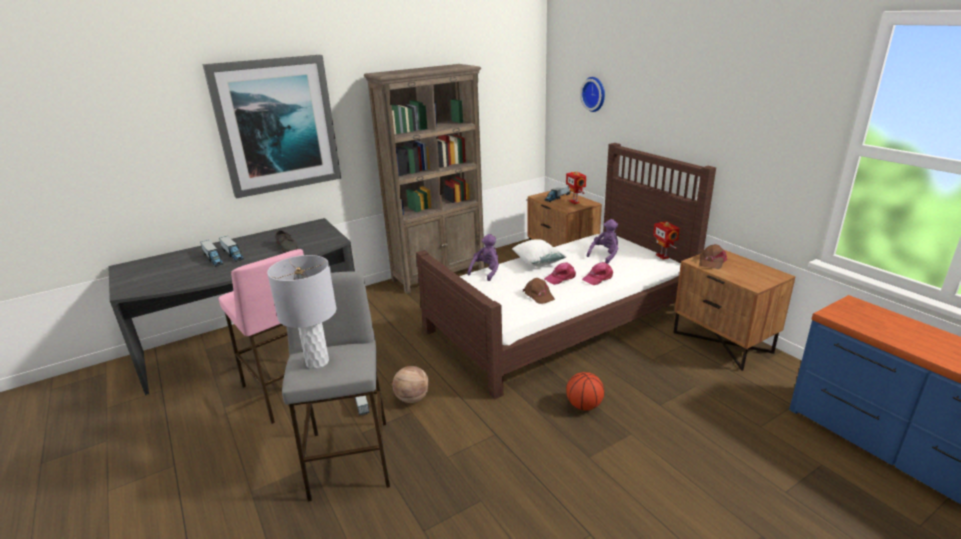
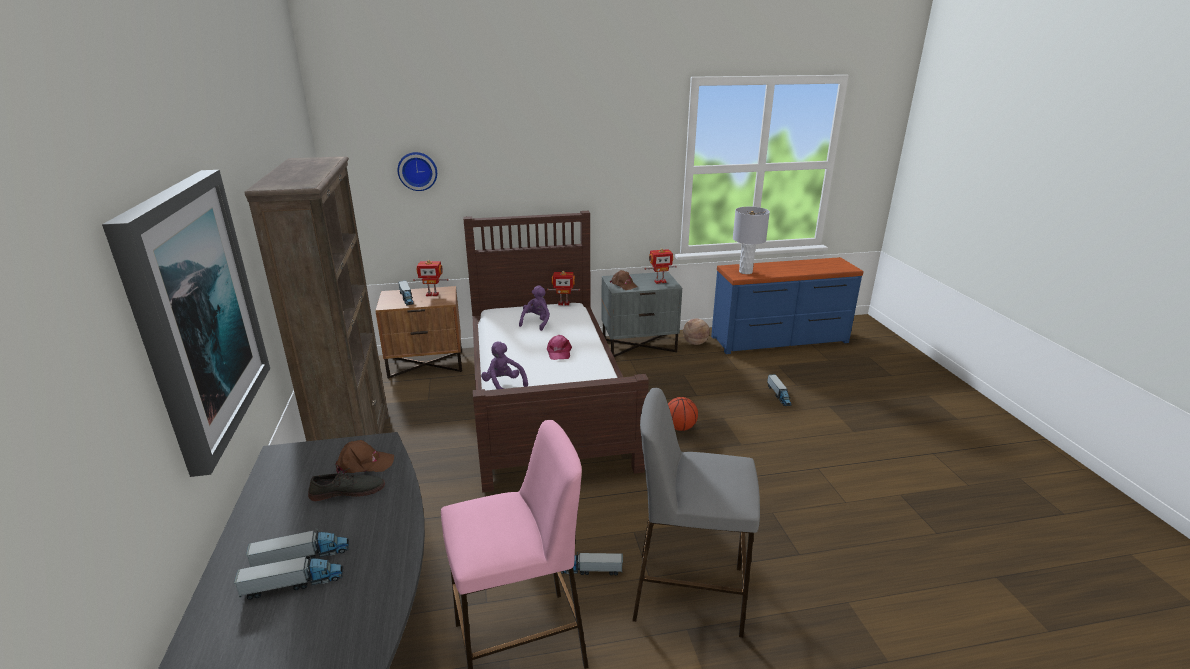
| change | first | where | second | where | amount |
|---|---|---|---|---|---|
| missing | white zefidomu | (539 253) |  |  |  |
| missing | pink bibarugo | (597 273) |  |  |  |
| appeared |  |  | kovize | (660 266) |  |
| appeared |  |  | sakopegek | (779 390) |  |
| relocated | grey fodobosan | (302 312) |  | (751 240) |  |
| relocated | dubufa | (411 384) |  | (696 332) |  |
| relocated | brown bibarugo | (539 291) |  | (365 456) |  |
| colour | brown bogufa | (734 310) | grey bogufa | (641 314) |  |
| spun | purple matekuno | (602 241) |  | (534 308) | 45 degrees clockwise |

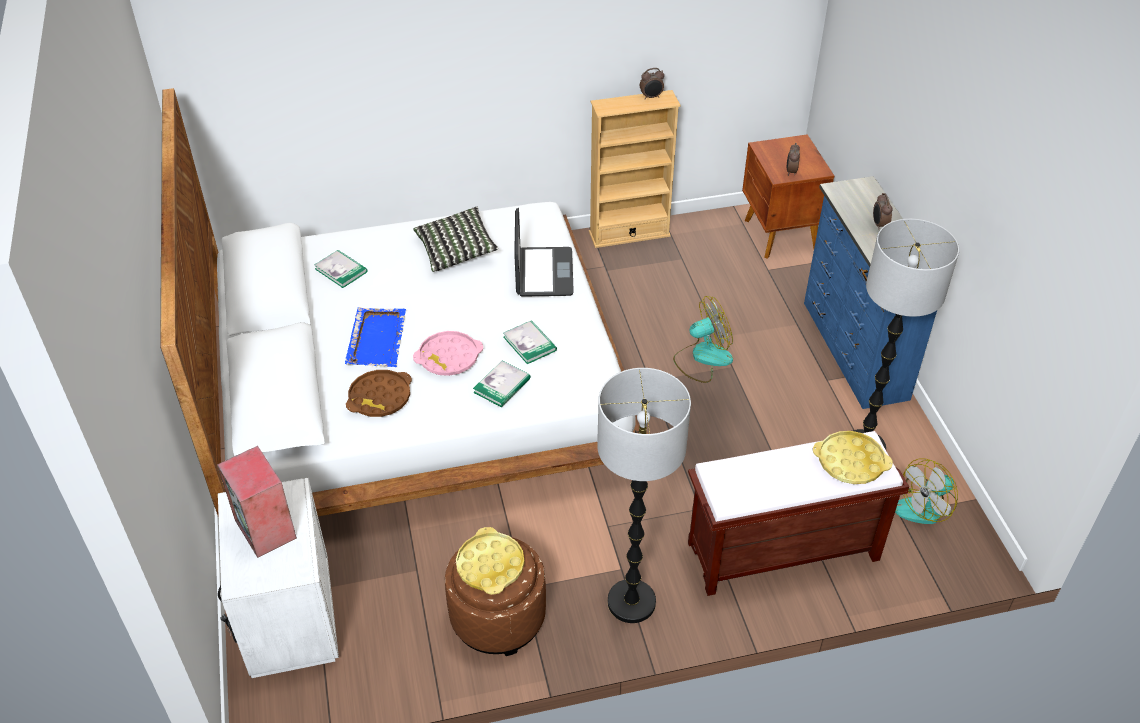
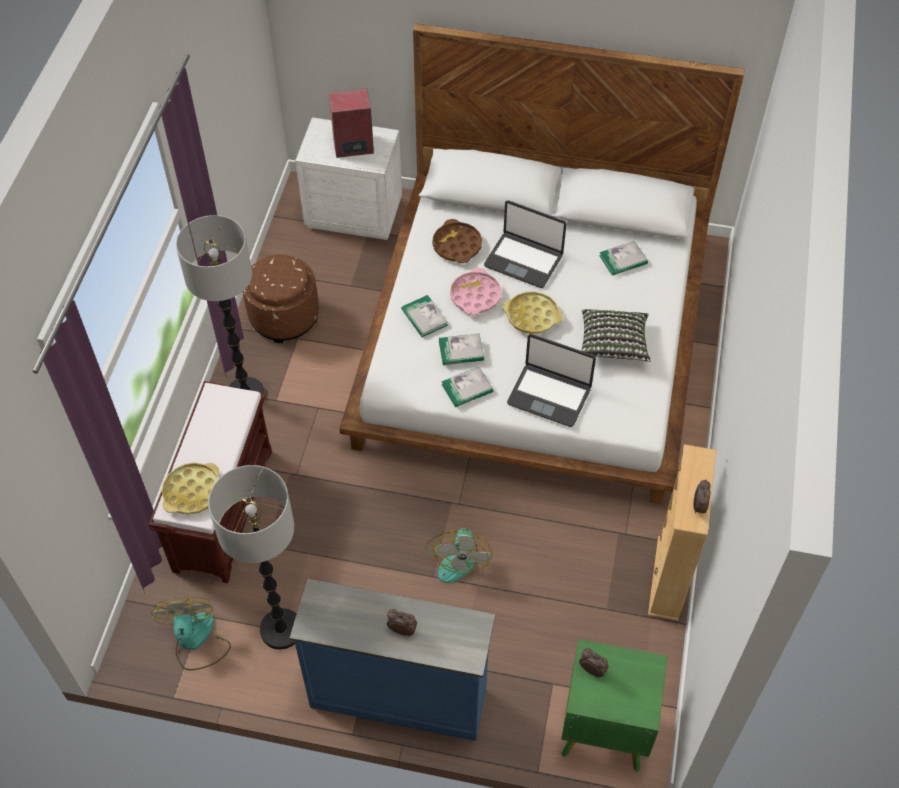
| change | first | where | second | where | amount |
|---|---|---|---|---|---|
| appeared |  |  | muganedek | (467 387) |  |
| relocated | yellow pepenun | (490 561) |  | (532 312) |  |
| exchanged | blue pepenun | (375 337) | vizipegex | (525 244) |  |
| colour | brown bogufa | (788 196) | green bogufa | (614 705) |  |

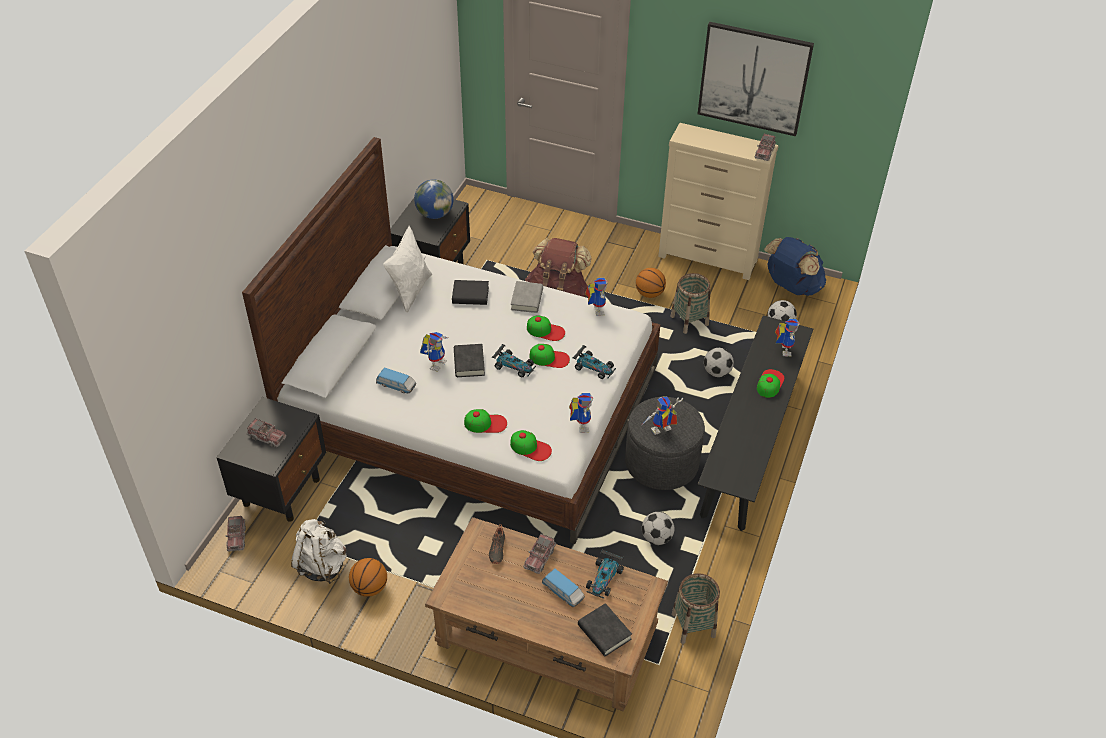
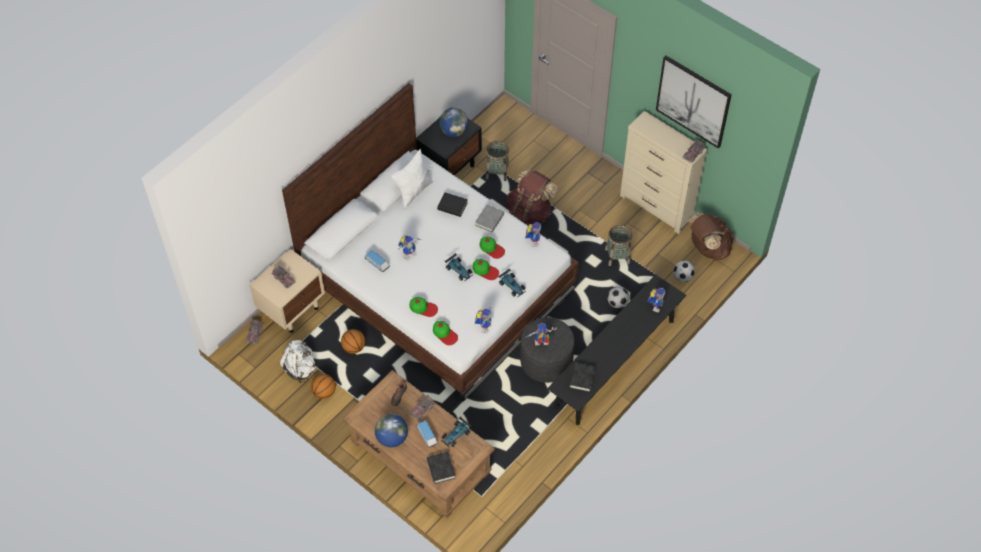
| change | first | where | second | where | amount |
|---|---|---|---|---|---|
| missing | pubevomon | (658 528) |  |  |  |
| missing | bibarugo | (770 383) |  |  |  |
| appeared |  |  | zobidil | (391 430) |  |
| relocated | black muganedek | (469 360) |  | (582 377) |  |
| relocated | dubufa | (651 283) |  | (353 341) |  |
| relocated | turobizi | (696 608) |  | (497 161) |  |
| colour | black bogufa | (271 459) | beige bogufa | (287 291) |  |
| colour | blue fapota | (795 266) | brown fapota | (711 236) |  |

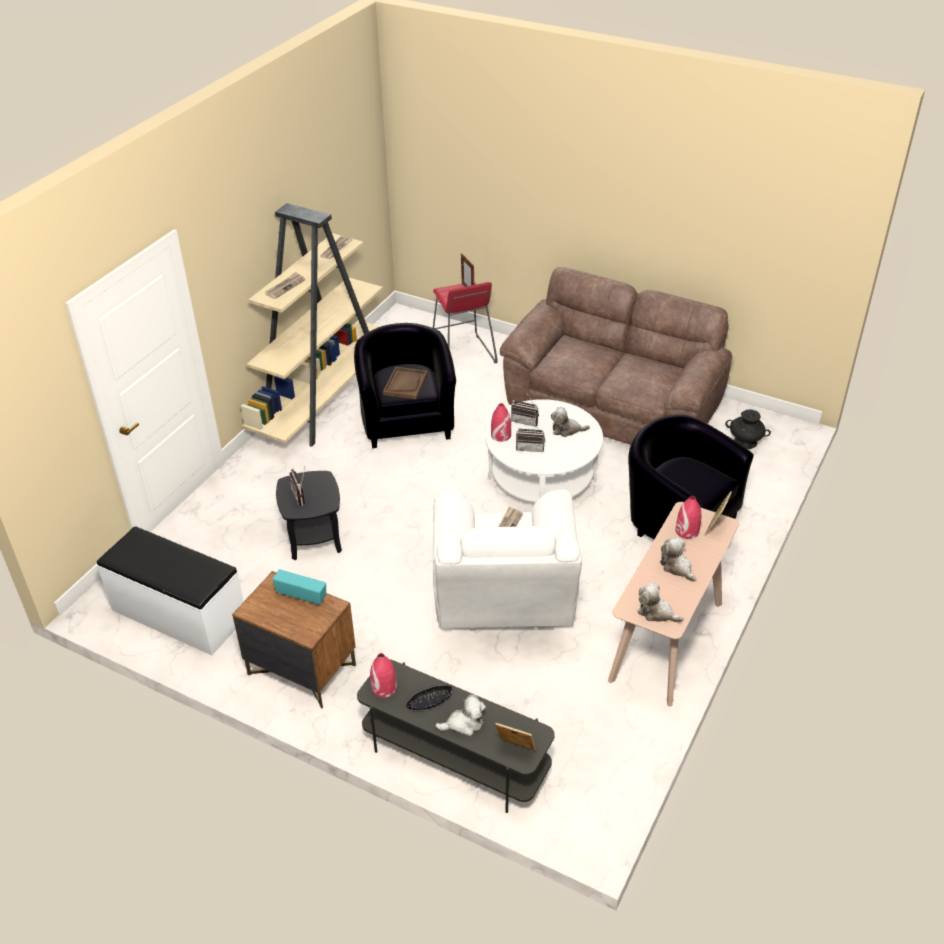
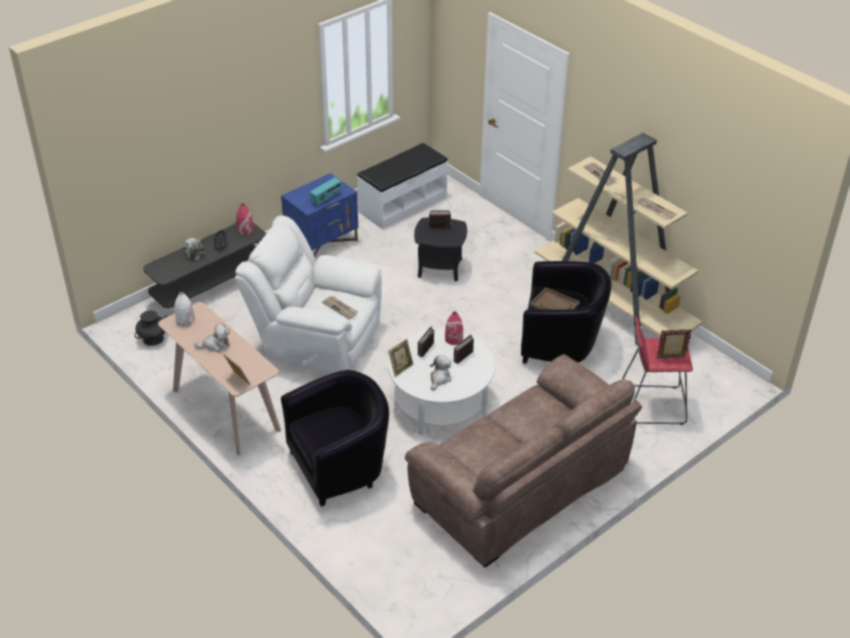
| change | first | where | second | where | amount |
|---|---|---|---|---|---|
| missing | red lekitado | (688 517) |  |  |  |
| relocated | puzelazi | (515 737) |  | (401 357) |  |
| relocated | black lekitado | (748 429) |  | (151 328) |  |
| exchanged | matekuno | (660 602) | white lekitado | (184 309) |  |
| colour | brown bogufa | (294 640) | blue bogufa | (319 215) |  |

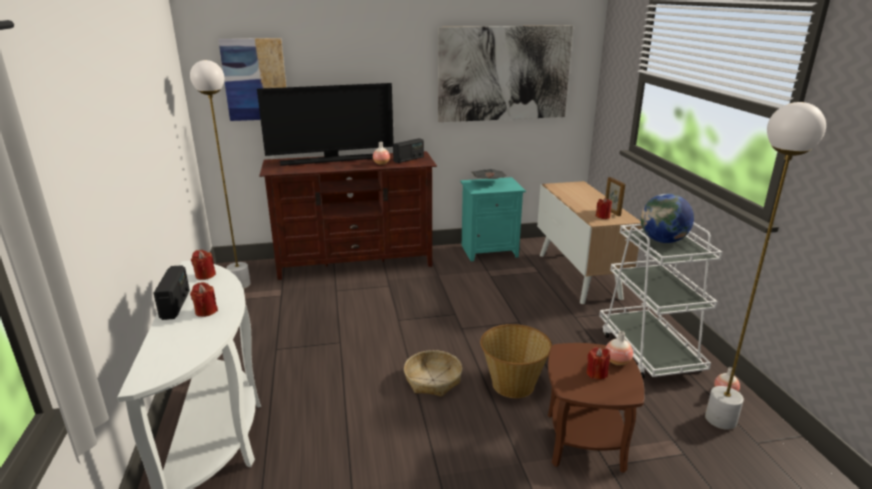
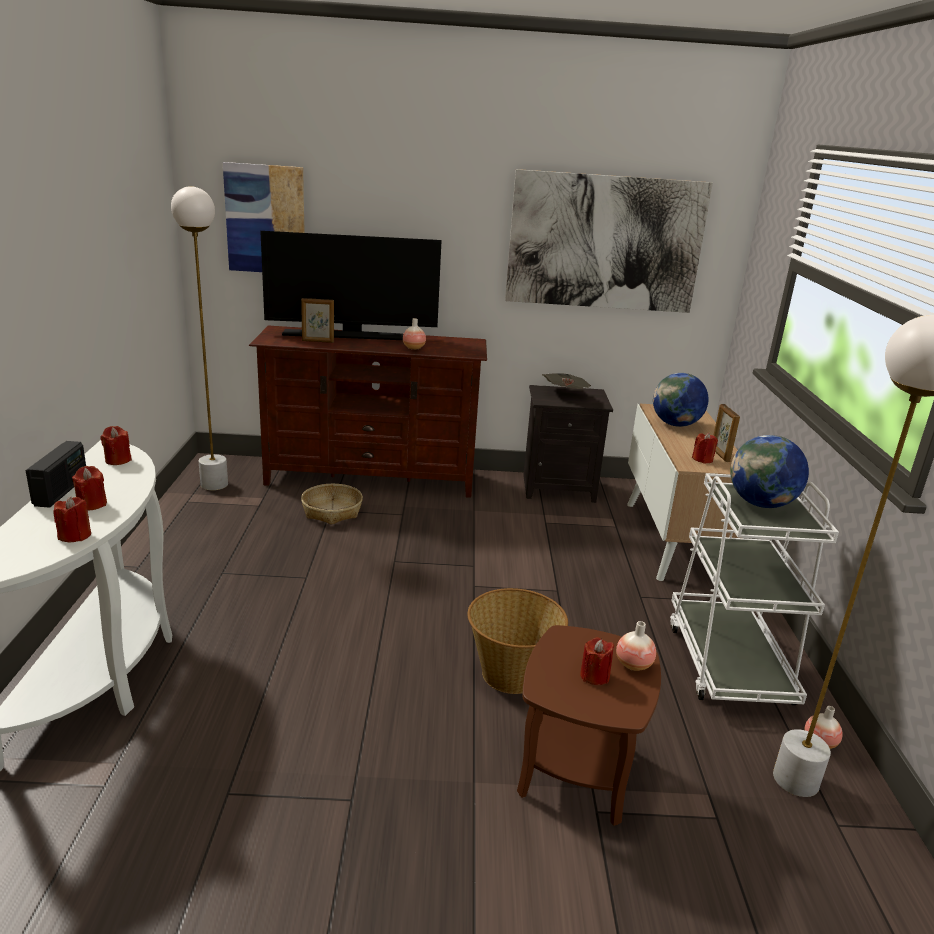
| change | first | where | second | where | amount |
|---|---|---|---|---|---|
| missing | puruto | (408 150) |  |  |  |
| appeared |  |  | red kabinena | (72 519) |  |
| appeared |  |  | puzelazi | (317 320) |  |
| appeared |  |  | zobidil | (681 400) |  |
| relocated | turobizi | (433 373) |  | (332 504) |  |
| colour | turquoise bogufa | (493 219) | black bogufa | (568 444) |  |

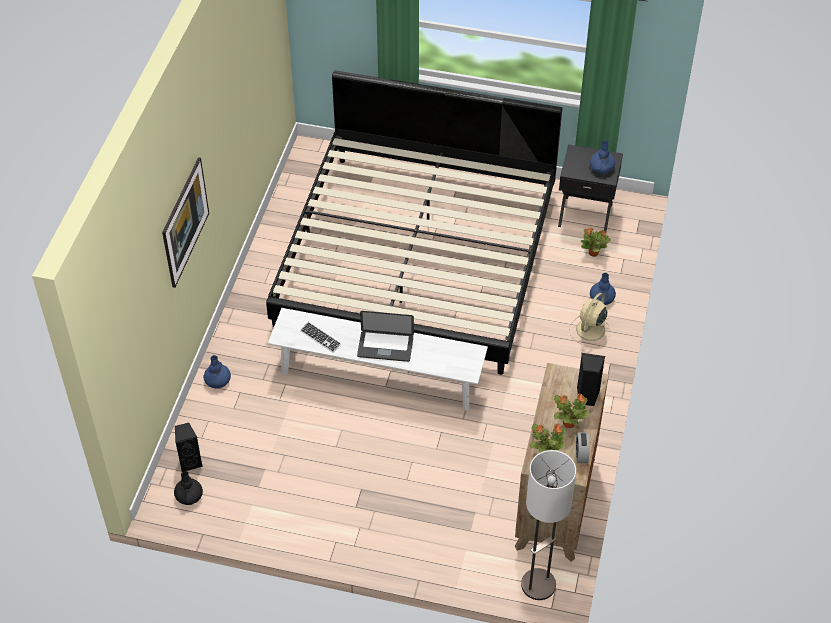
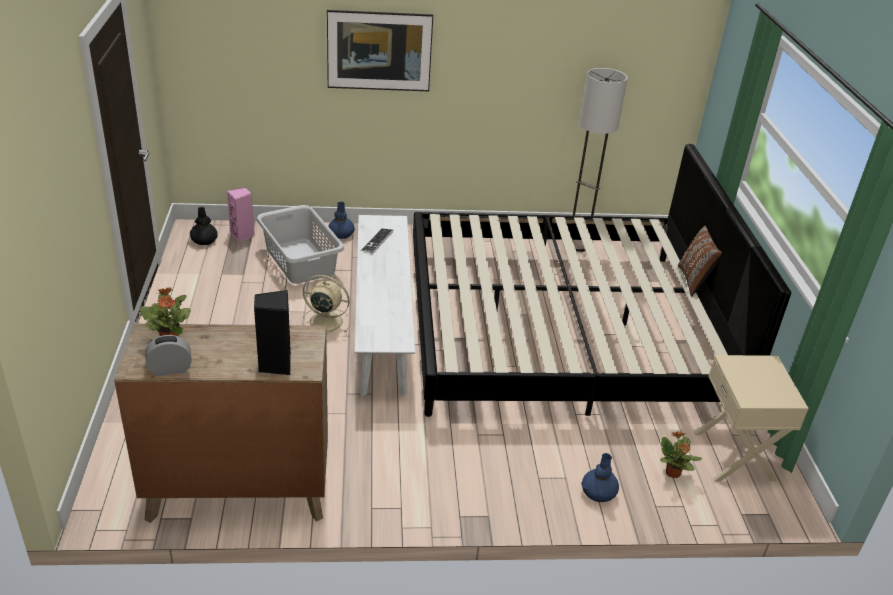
| change | first | where | second | where | amount |
|---|---|---|---|---|---|
| missing | vizipegex | (385 336) |  |  |  |
| missing | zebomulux | (572 411) |  |  |  |
| missing | blue lekitado | (602 157) |  |  |  |
| appeared |  |  | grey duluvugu | (300 244) |  |
| appeared |  |  | brown zefidomu | (700 261) |  |
| relocated | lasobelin | (548 525) |  | (600 160) |  |
| relocated | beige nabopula | (589 320) |  | (325 304) |  |
| colour | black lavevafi | (189 447) | pink lavevafi | (241 215) |  |
| colour | black bogufa | (590 188) | beige bogufa | (751 418) |  |

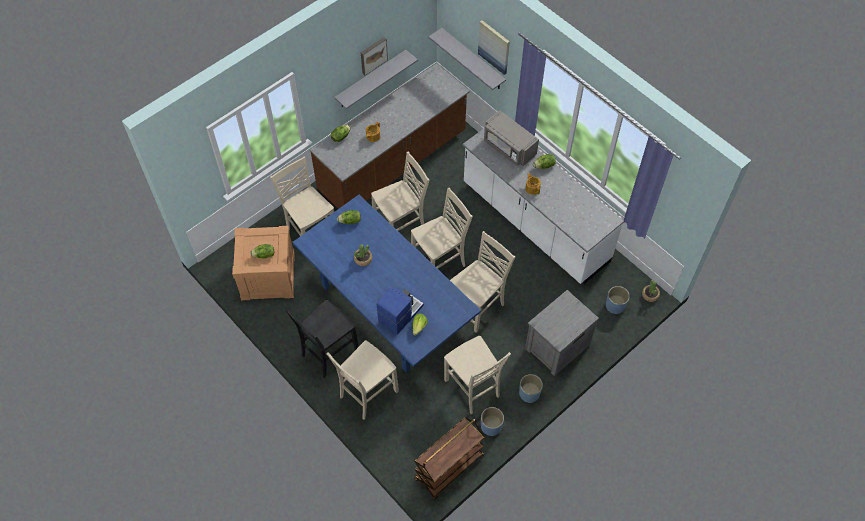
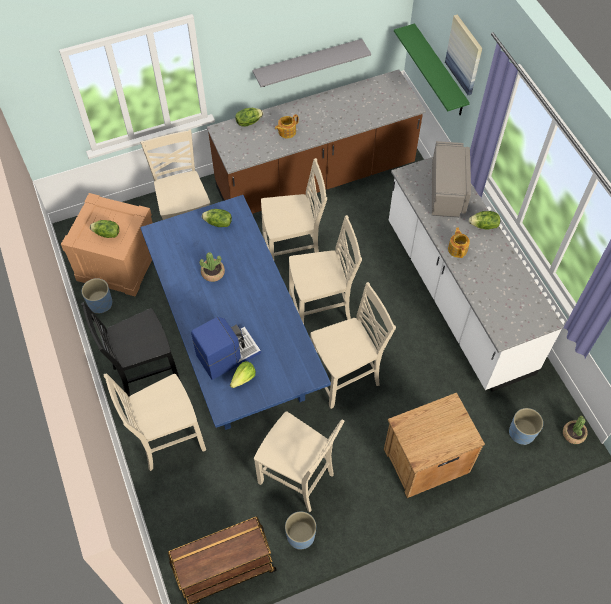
| change | first | where | second | where | amount |
|---|---|---|---|---|---|
| missing | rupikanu | (374 56) |  |  |  |
| relocated | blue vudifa | (531 388) |  | (97 296) |  |
| colour | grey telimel | (467 59) | green telimel | (432 69) |  |
| colour | grey bogufa | (562 333) | brown bogufa | (434 445) |  |
| spun | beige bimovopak | (477 375) |  | (299 461) | 45 degrees counterclockwise |
| spun | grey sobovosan | (511 138) |  | (451 179) | 150 degrees counterclockwise |

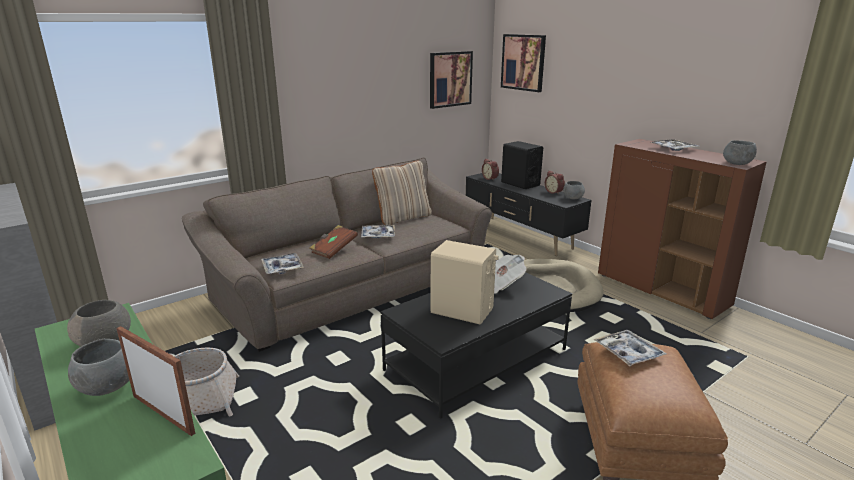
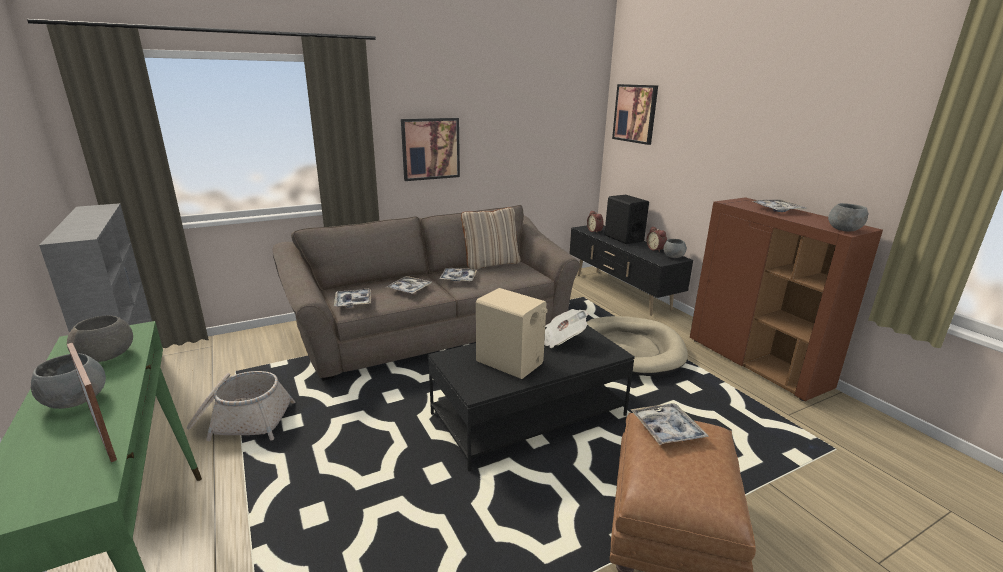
| change | first | where | second | where | amount |
|---|---|---|---|---|---|
| relocated | rupikanu | (451 80) |  | (430 149) |  |
| exchanged | brown muganedek | (334 242) | pepenun | (409 285) |  |

